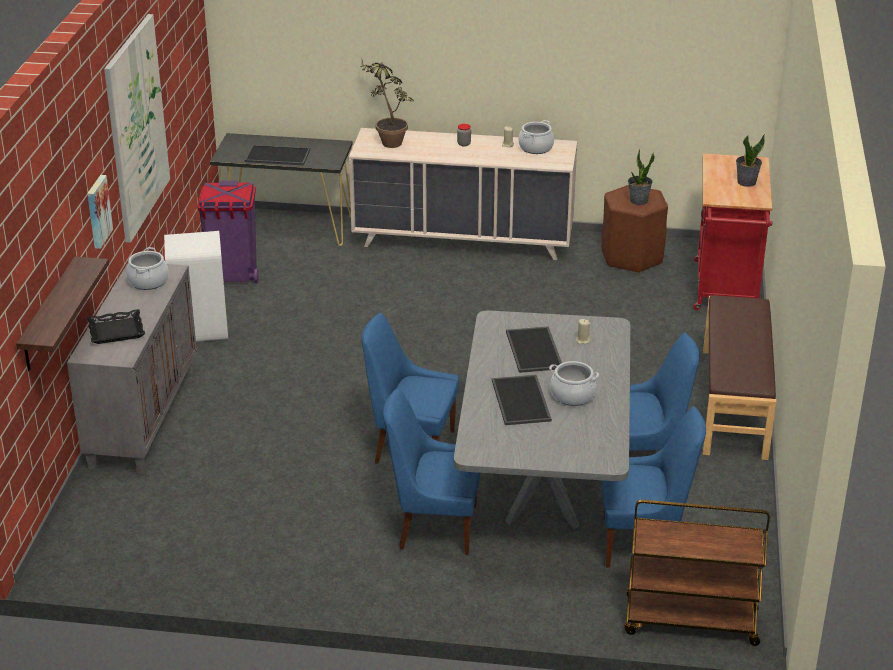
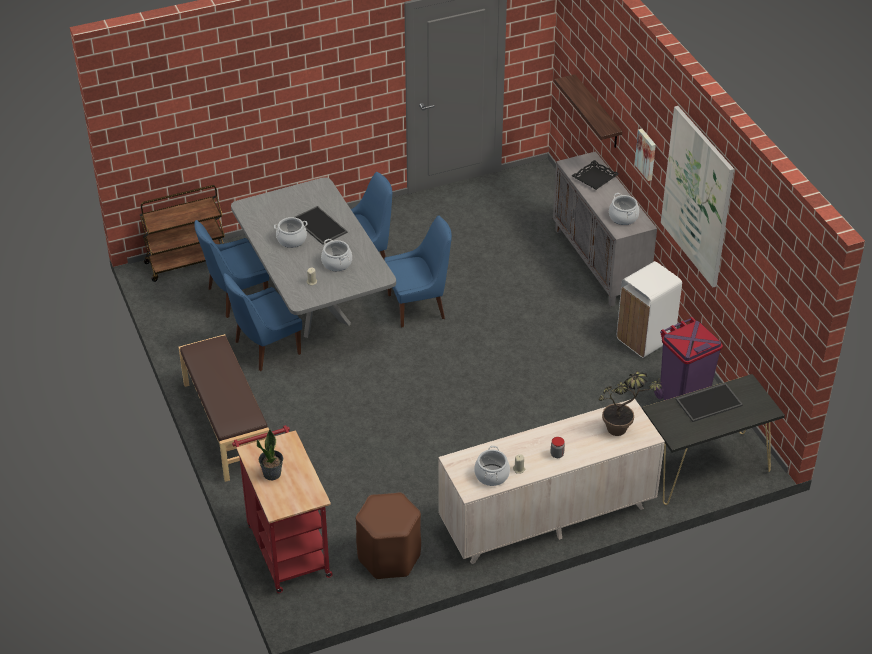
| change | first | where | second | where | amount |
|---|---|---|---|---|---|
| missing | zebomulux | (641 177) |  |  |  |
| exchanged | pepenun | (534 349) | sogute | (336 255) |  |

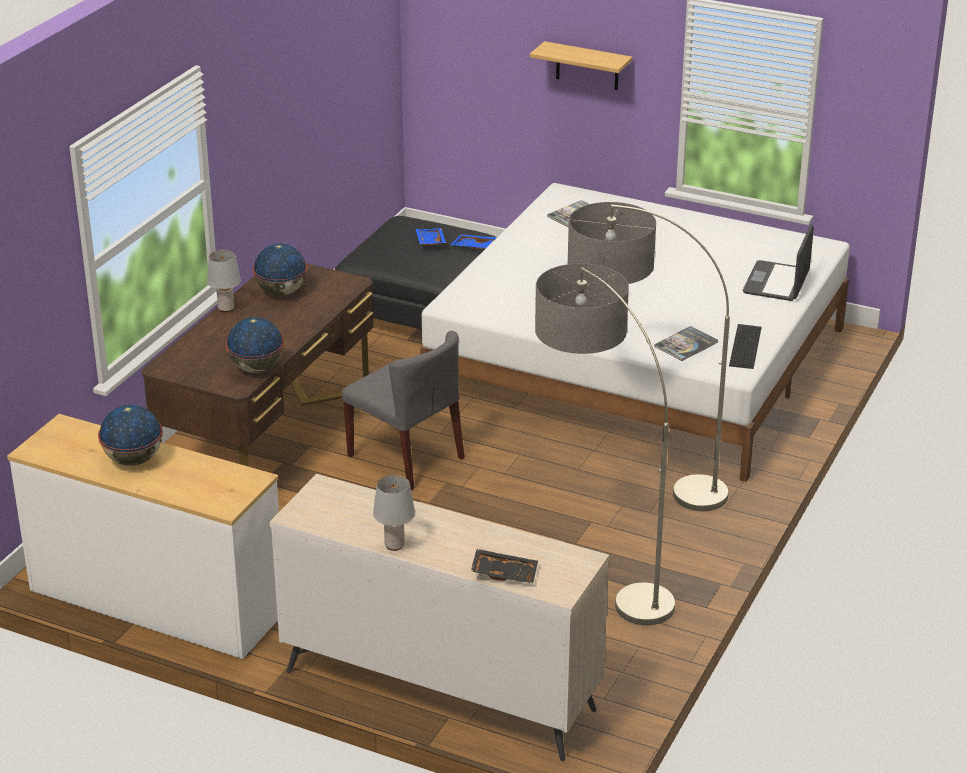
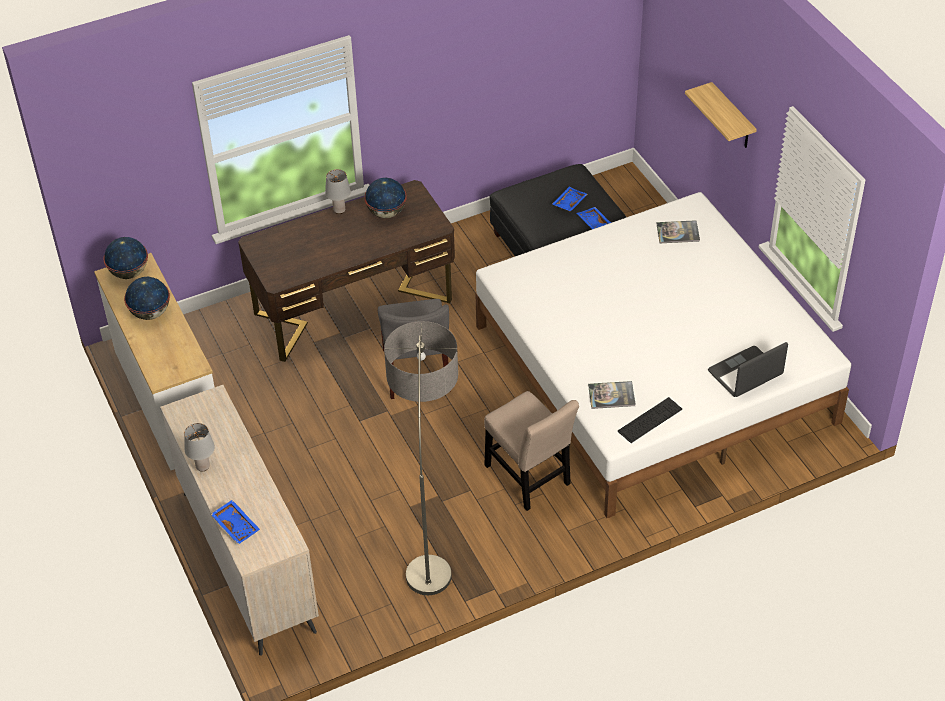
| change | first | where | second | where | amount |
|---|---|---|---|---|---|
| relocated | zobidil | (255 345) |  | (125 258) |  |
| exchanged | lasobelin | (649 356) | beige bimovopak | (531 451) |  |
| colour | black pepenun | (504 566) | blue pepenun | (235 522) |  |

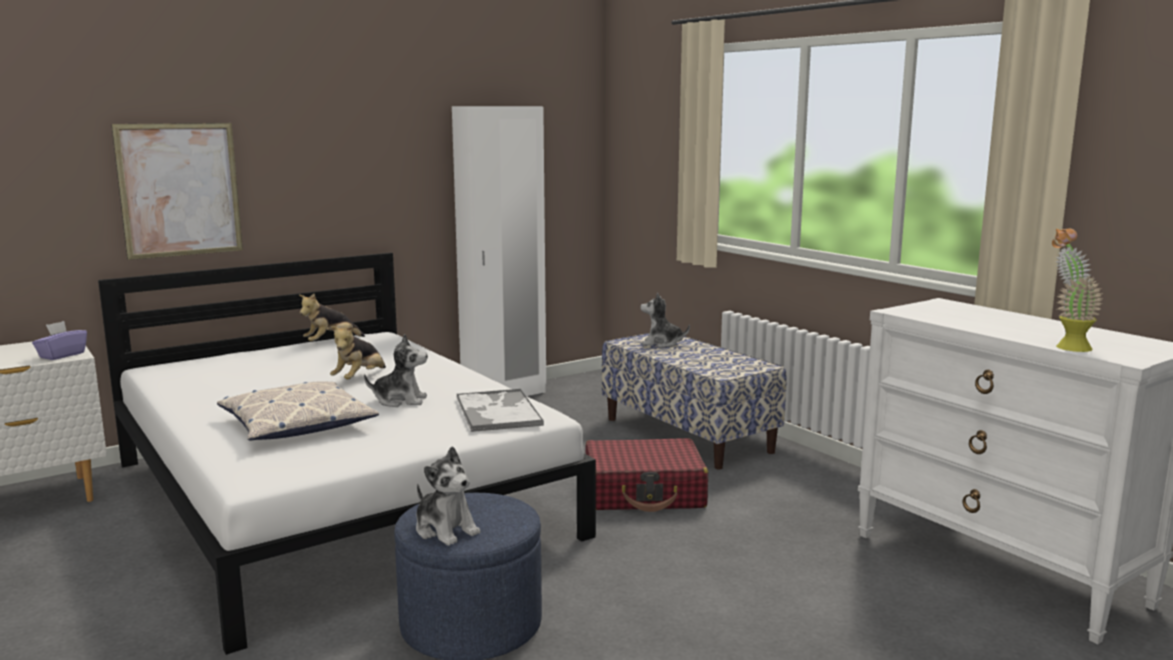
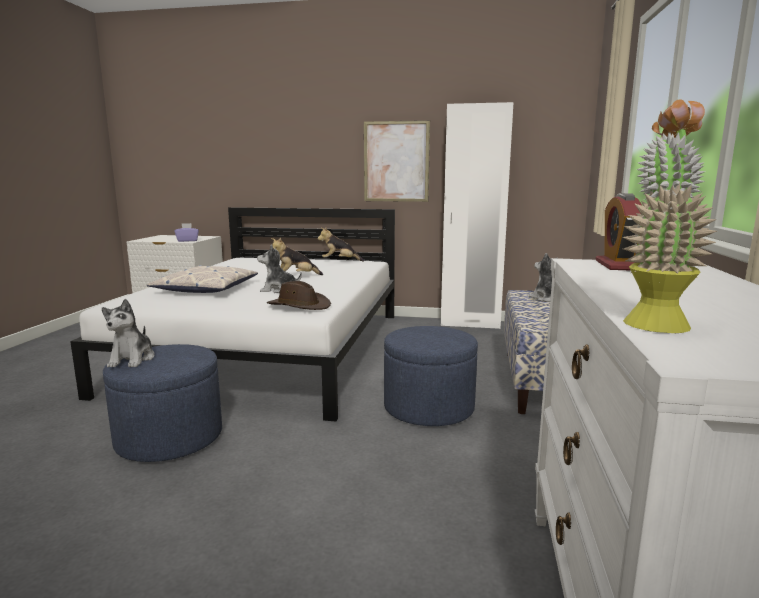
| change | first | where | second | where | amount |
|---|---|---|---|---|---|
| appeared |  |  | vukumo | (618 231) |  |
| relocated | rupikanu | (177 191) |  | (397 161) |  |
| exchanged | pepenun | (500 410) | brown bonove | (299 295) |  |
| exchanged | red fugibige | (647 475) | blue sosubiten | (431 376) |  |
| spun | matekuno | (396 370) |  | (279 269) | 135 degrees clockwise |

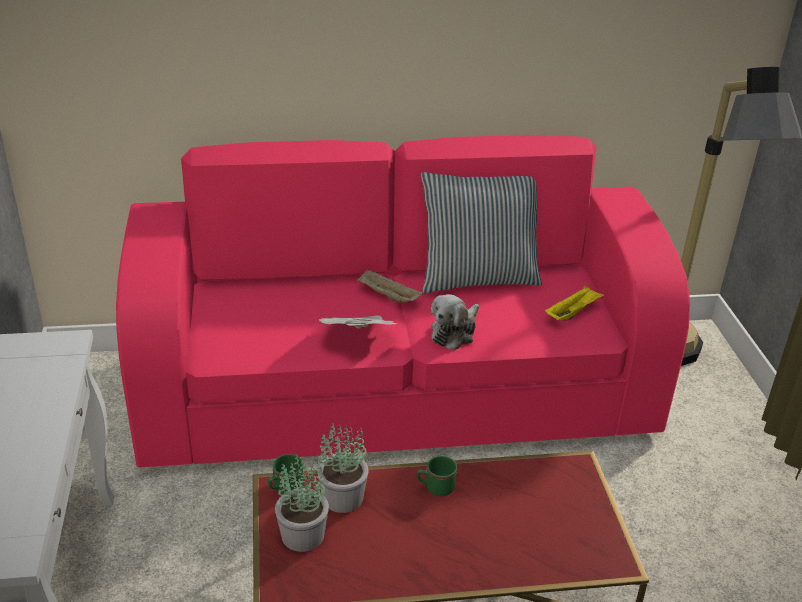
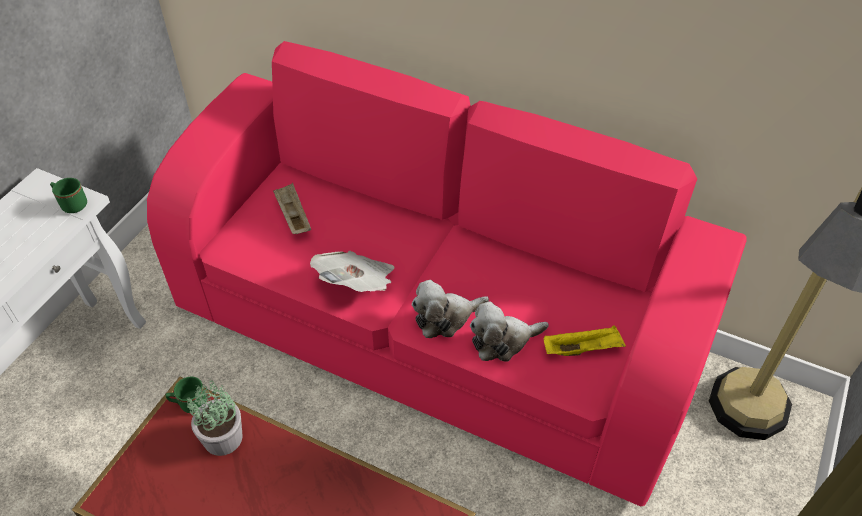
| change | first | where | second | where | amount |
|---|---|---|---|---|---|
| missing | zebomulux | (302 502) |  |  |  |
| missing | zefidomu | (481 232) |  |  |  |
| appeared |  |  | matekuno | (509 332) |  |
| relocated | beige pepenun | (390 286) |  | (292 208) |  |
| relocated | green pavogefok | (437 476) |  | (68 195) |  |

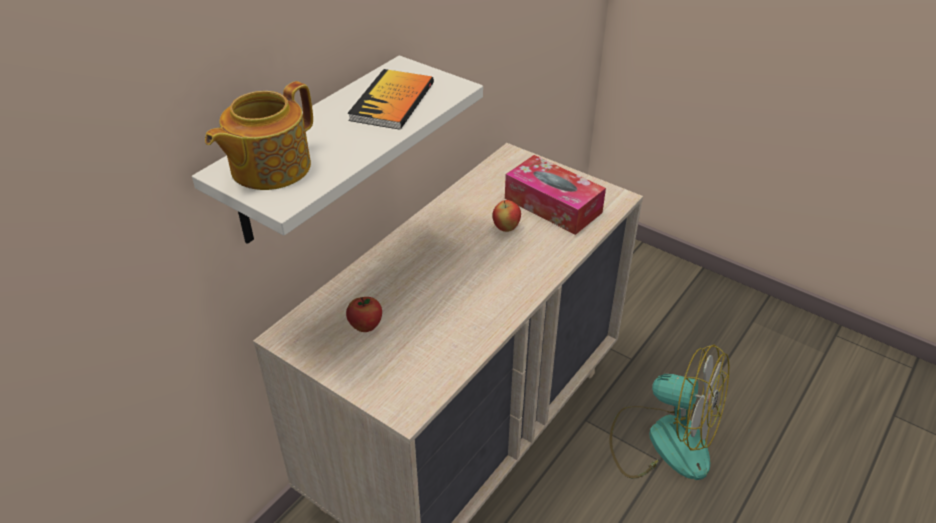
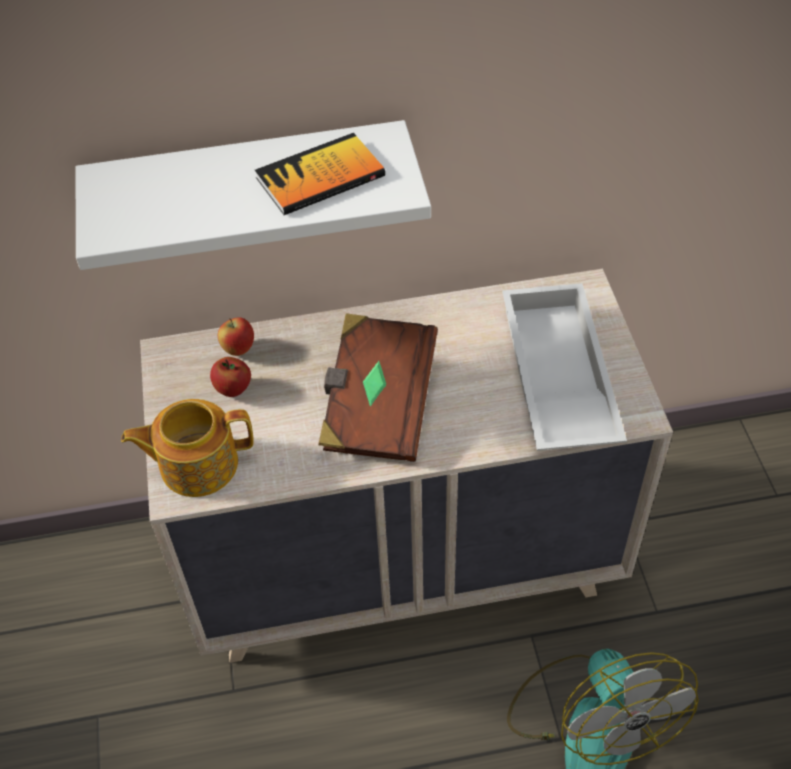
| change | first | where | second | where | amount |
|---|---|---|---|---|---|
| appeared |  |  | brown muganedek | (378 387) |  |
| relocated | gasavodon | (259 135) |  | (187 448) |  |
| relocated | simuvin | (506 216) |  | (236 336) |  |
| exchanged | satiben | (555 195) | white pepenun | (564 367) |  |

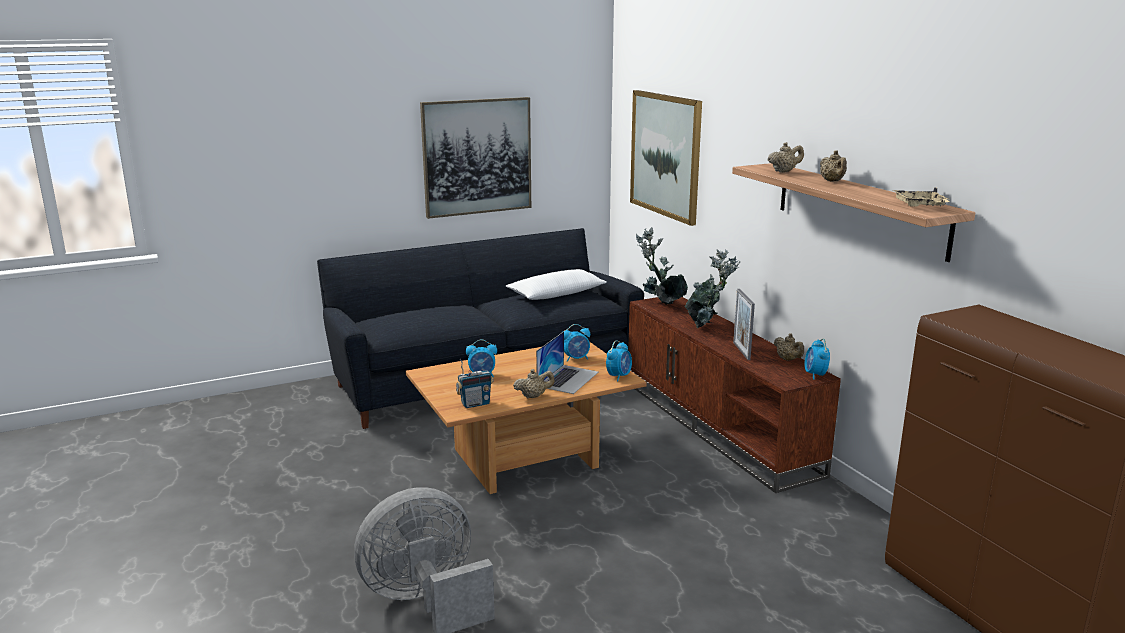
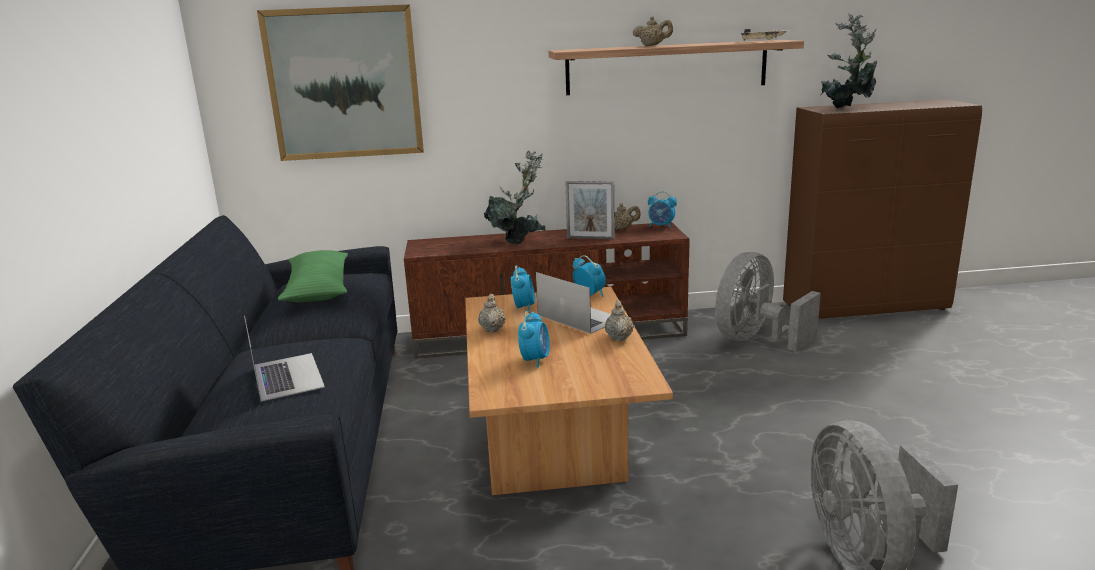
| change | first | where | second | where | amount |
|---|---|---|---|---|---|
| missing | rupikanu | (475 158) |  |  |  |
| missing | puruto | (474 383) |  |  |  |
| appeared |  |  | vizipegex | (284 358) |  |
| appeared |  |  | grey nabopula | (768 302) |  |
| relocated | zebomulux | (662 266) |  | (849 60) |  |
| relocated | beige gasavodon | (786 157) |  | (492 313) |  |
| colour | white zefidomu | (556 284) | green zefidomu | (313 276) |  |

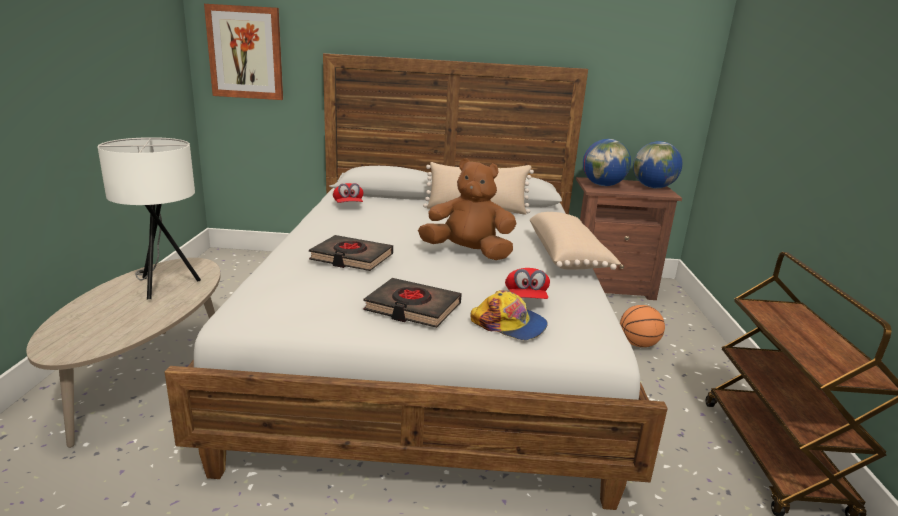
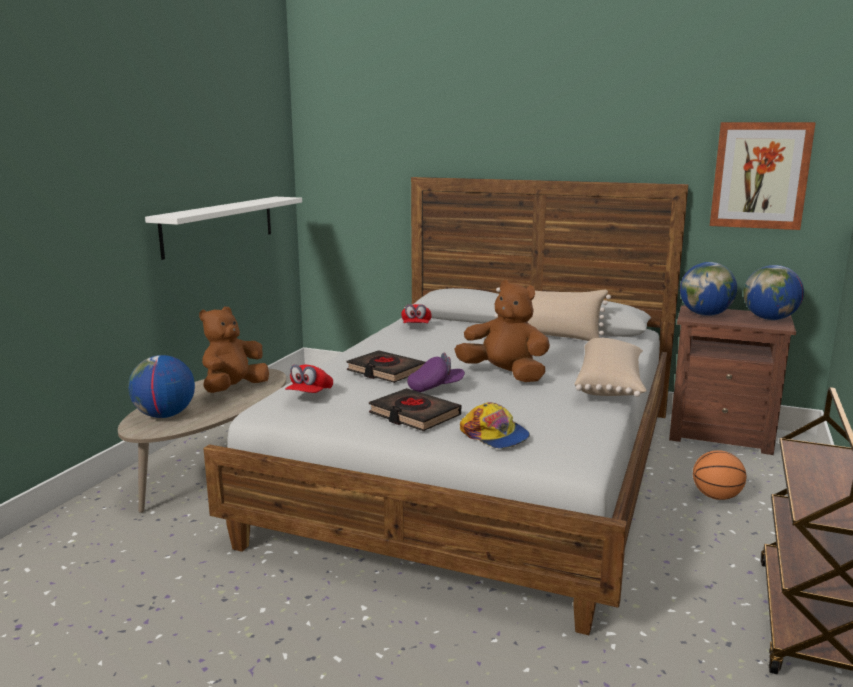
| change | first | where | second | where | amount |
|---|---|---|---|---|---|
| appeared |  |  | zobidil | (161 386) |  |
| appeared |  |  | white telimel | (223 228) |  |
| appeared |  |  | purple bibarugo | (436 372) |  |
| relocated | rupikanu | (243 52) |  | (763 176) |  |
| relocated | red bibarugo | (527 283) |  | (309 378) |  |
| exchanged | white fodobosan | (149 218) | brown matekuno | (234 350) |  |

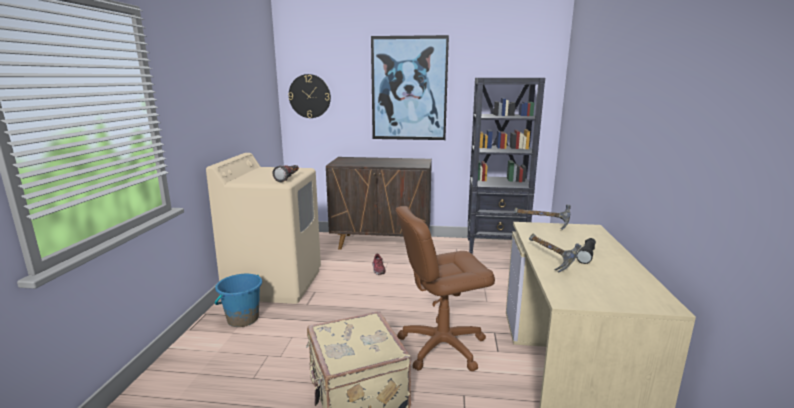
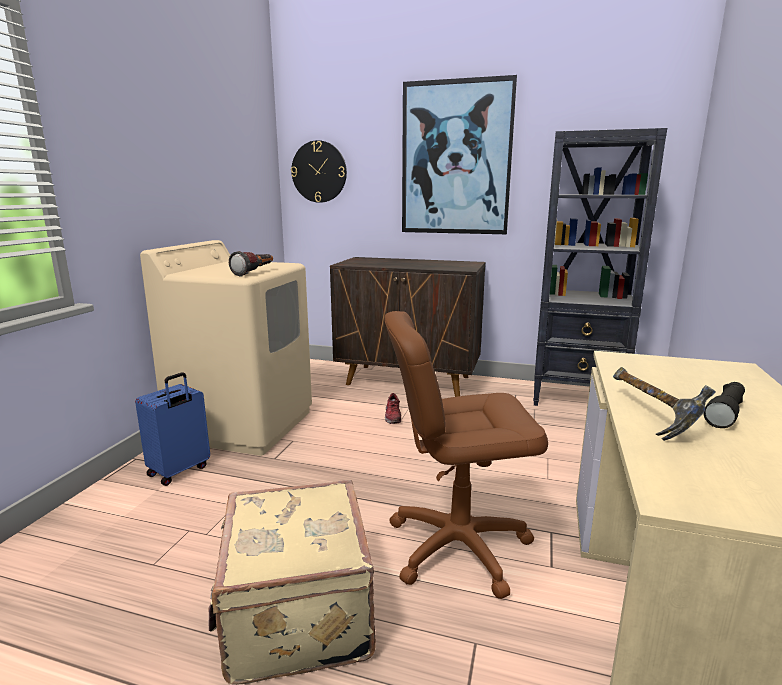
| change | first | where | second | where | amount |
|---|---|---|---|---|---|
| missing | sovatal | (542 217) |  |  |  |
| exchanged | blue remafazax | (238 300) | blue fugibige | (172 429) |  |

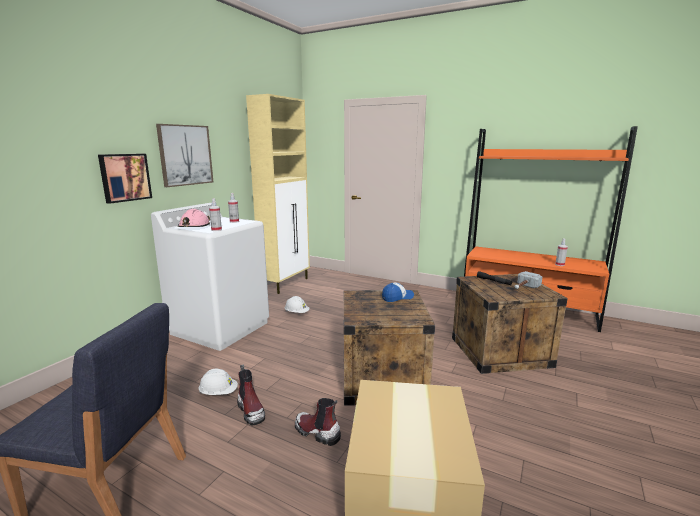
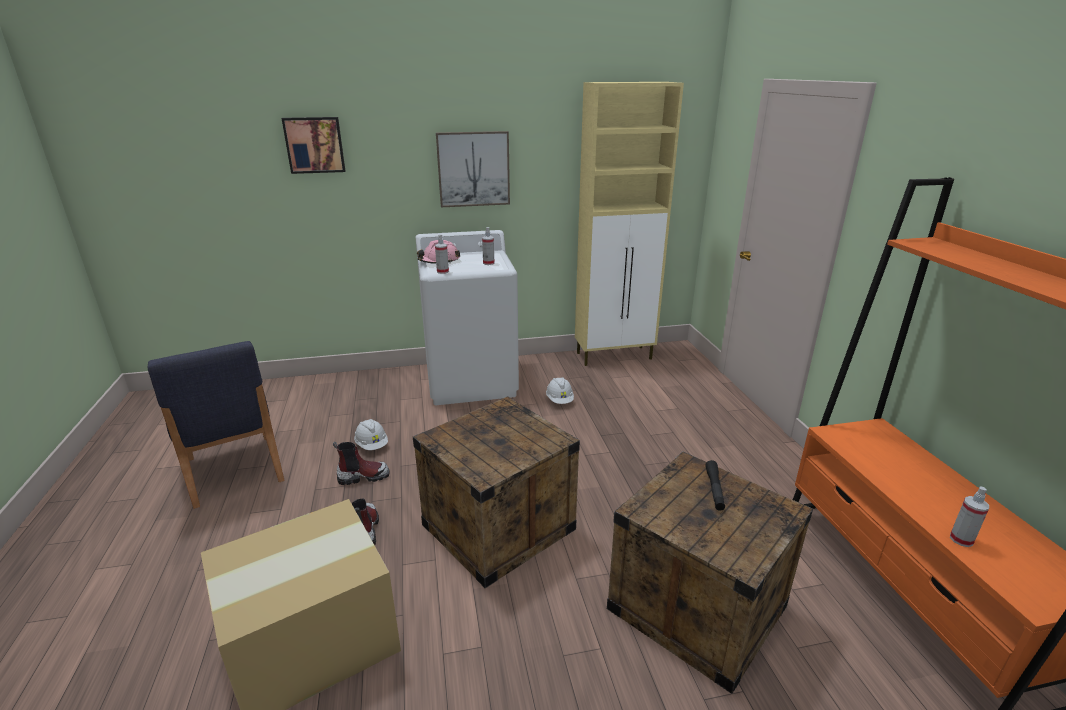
| change | first | where | second | where | amount |
|---|---|---|---|---|---|
| missing | bibarugo | (398 292) |  |  |  |
| missing | sovatal | (528 280) |  |  |  |
| relocated | rupikanu | (125 179) |  | (313 145) |  |
| spun | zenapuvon | (251 395) |  | (361 463) | 120 degrees counterclockwise |

